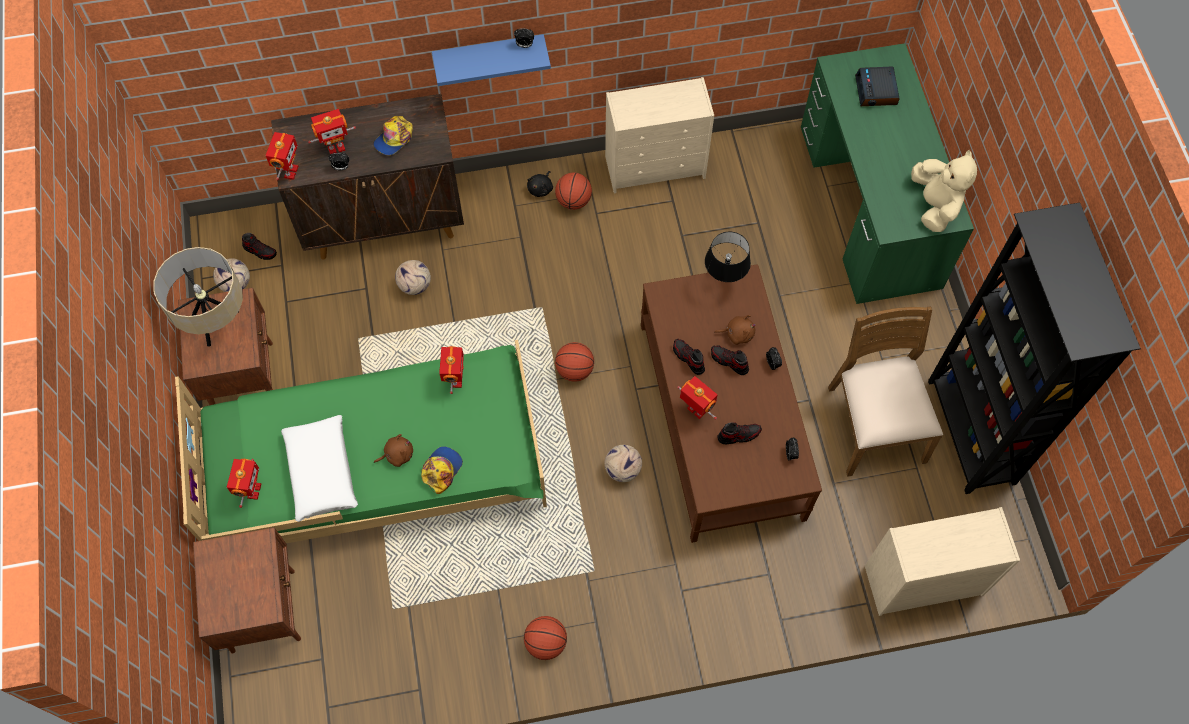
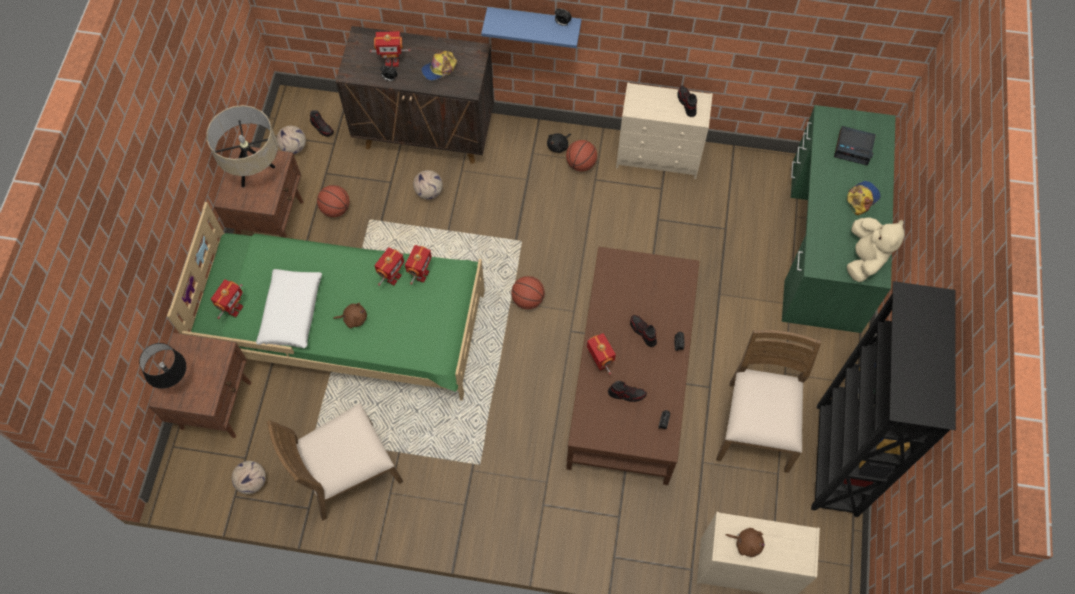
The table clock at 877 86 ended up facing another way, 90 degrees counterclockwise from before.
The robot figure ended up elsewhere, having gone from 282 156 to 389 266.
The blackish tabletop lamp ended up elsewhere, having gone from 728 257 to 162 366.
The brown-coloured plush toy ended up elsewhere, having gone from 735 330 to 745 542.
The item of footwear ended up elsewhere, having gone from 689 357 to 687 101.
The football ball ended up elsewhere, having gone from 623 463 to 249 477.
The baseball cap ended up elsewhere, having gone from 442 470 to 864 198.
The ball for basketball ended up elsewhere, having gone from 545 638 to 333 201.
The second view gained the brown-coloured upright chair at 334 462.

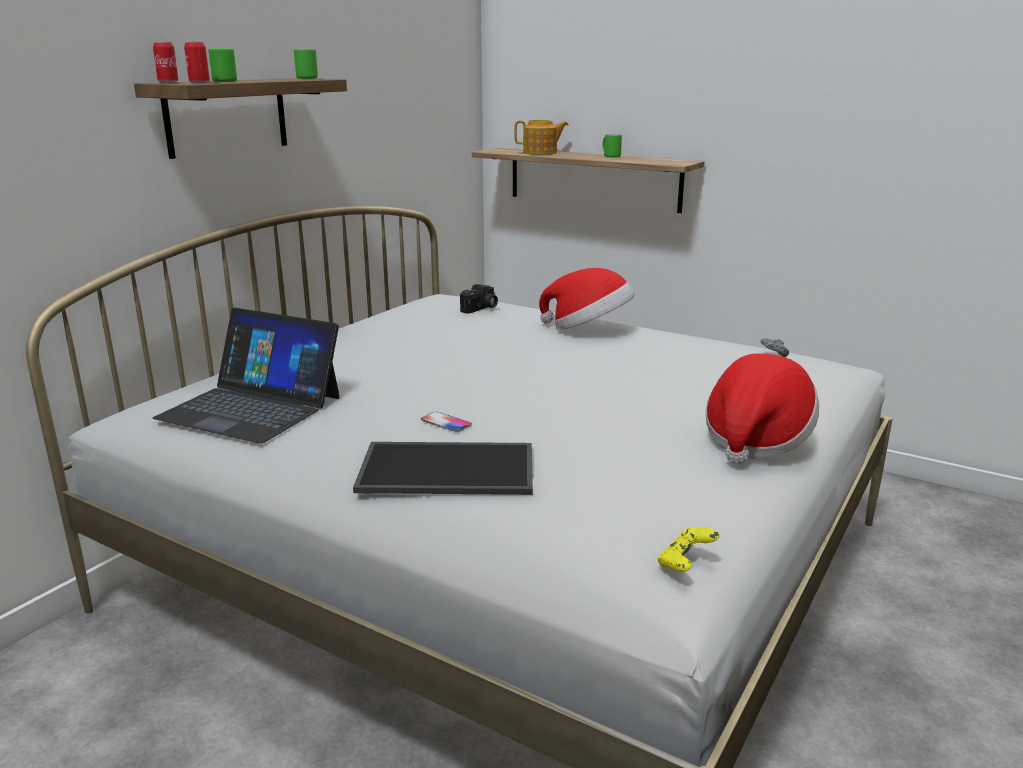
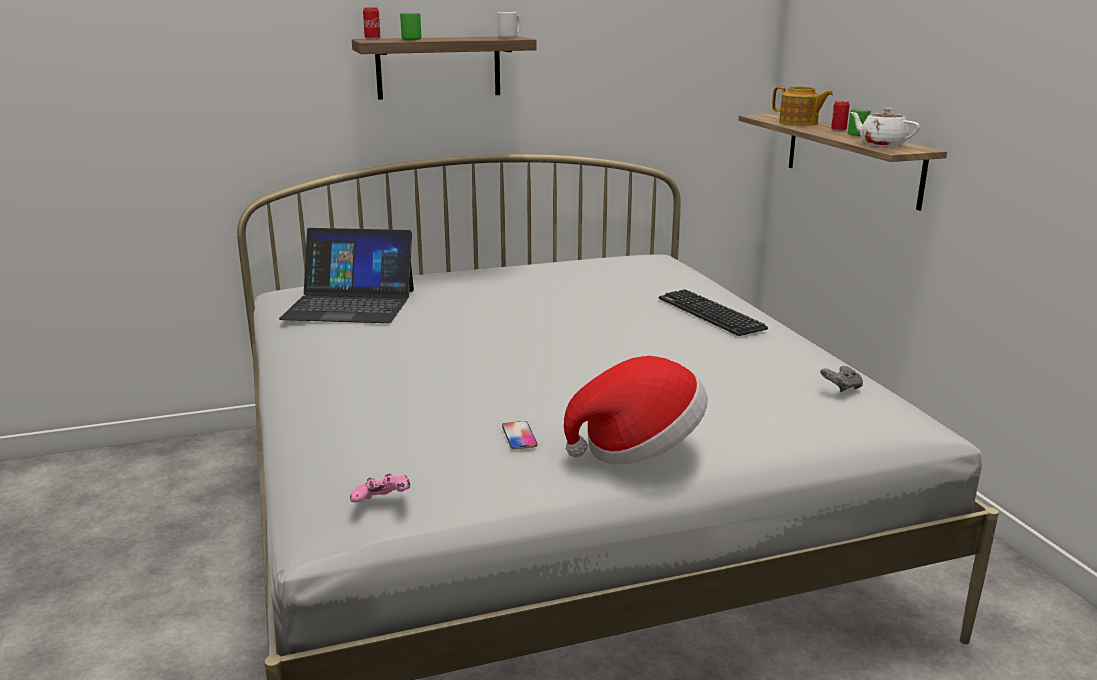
The sealed can ended up elsewhere, having gone from 197 62 to 840 115.
What was the greenish coffee mug at 306 64 turned into the whitish coffee mug at 509 25.
Where the clothing hat stood at 587 299, the PC keyboard came to stand at 713 312.
The second view lost the photo camera at 479 299.
The notebook computer at 246 375 ended up facing another way, 60 degrees counterclockwise from before.
The handset ended up elsewhere, having gone from 446 422 to 519 435.
The second view lost the tray at 443 468.
What was the yellow gamepad at 689 549 turned into the pink-coloured gamepad at 380 488.
The second view gained the whitish teapot at 885 127.

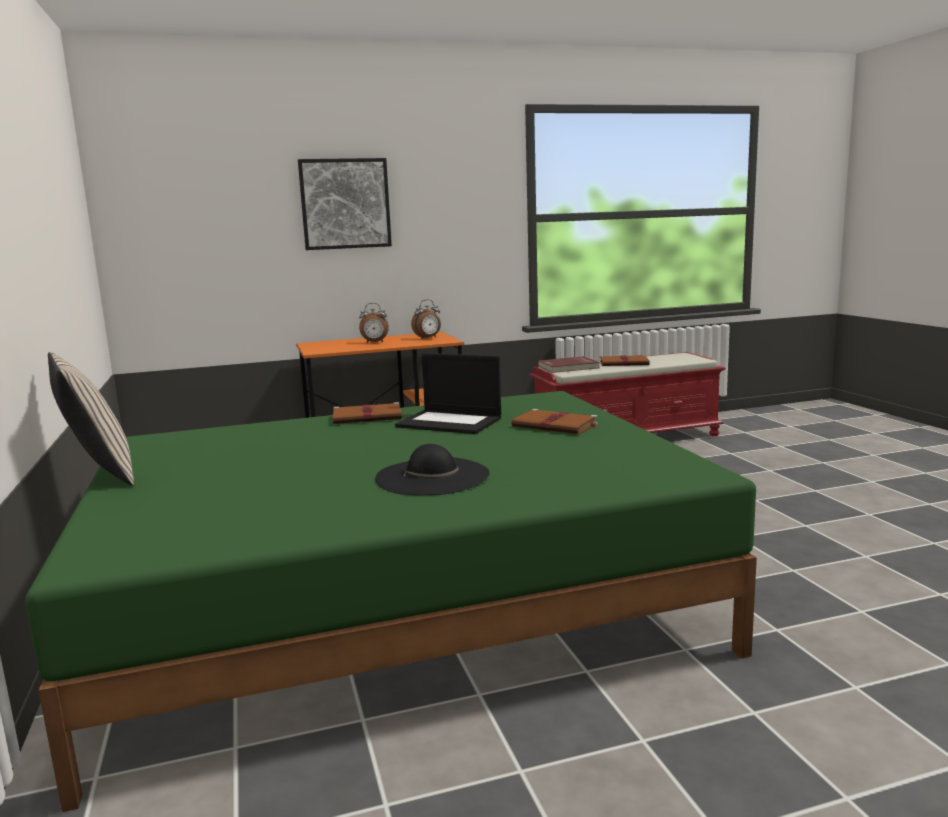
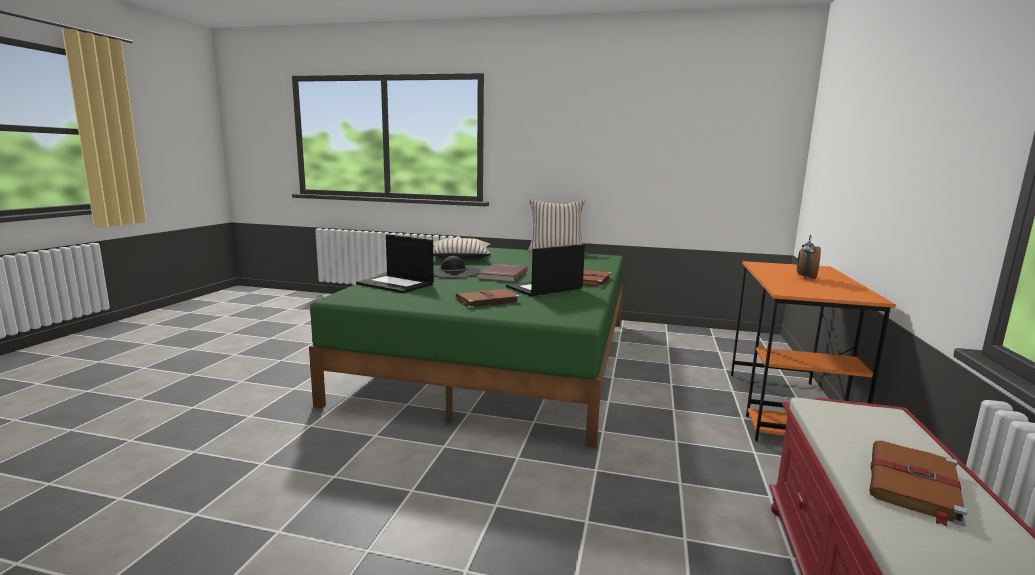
The second view lost the wall picture at 345 204.
The second view lost the table clock at 426 319.
The reddish volume ended up elsewhere, having gone from 569 364 to 502 273.
The second view gained the notebook computer at 395 263.
The second view gained the beige pillow at 462 248.

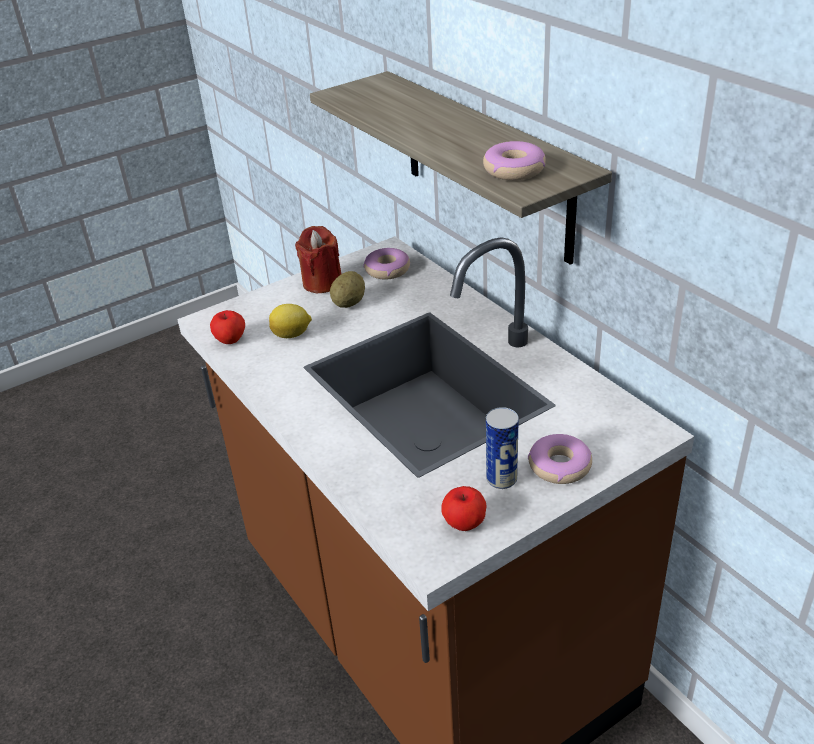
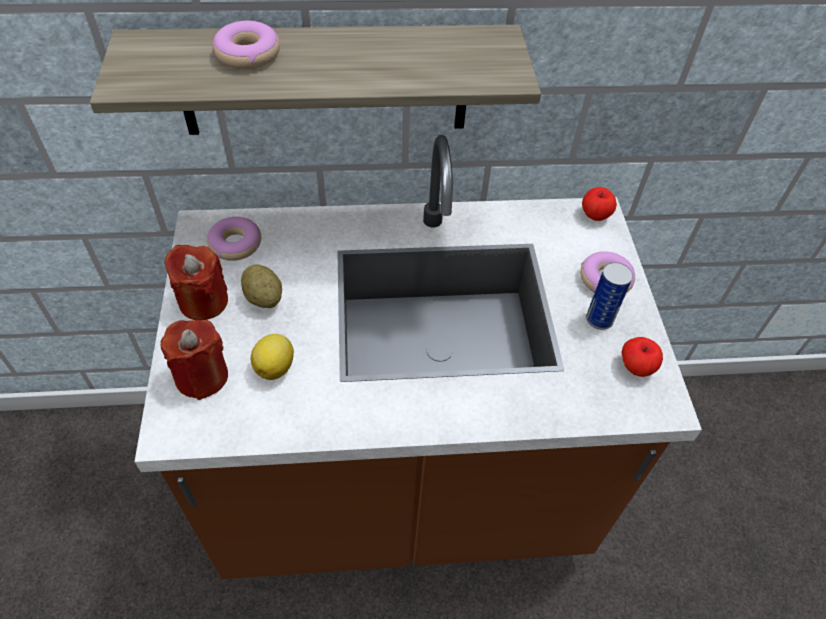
The doughnut ended up elsewhere, having gone from 514 160 to 246 45.
The whole apple ended up elsewhere, having gone from 227 327 to 599 204.
The second view gained the reddish candle at 194 360.

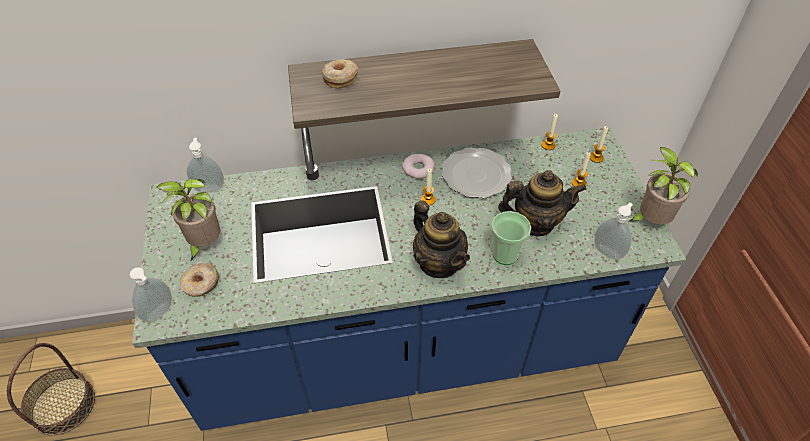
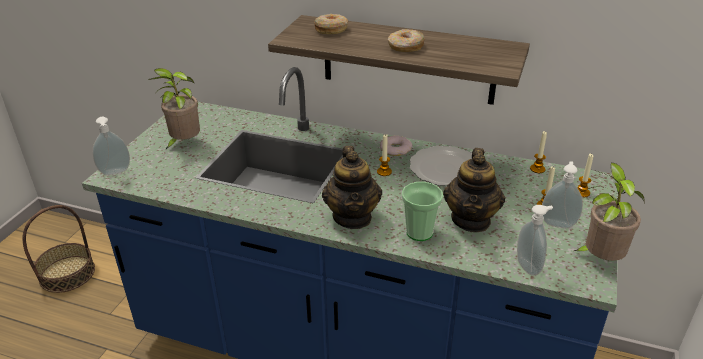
The liquid soap bottle ended up elsewhere, having gone from 205 165 to 562 194.
The teapot at 542 203 ended up facing another way, 75 degrees clockwise from before.
The doughnut ended up elsewhere, having gone from 199 280 to 406 40.

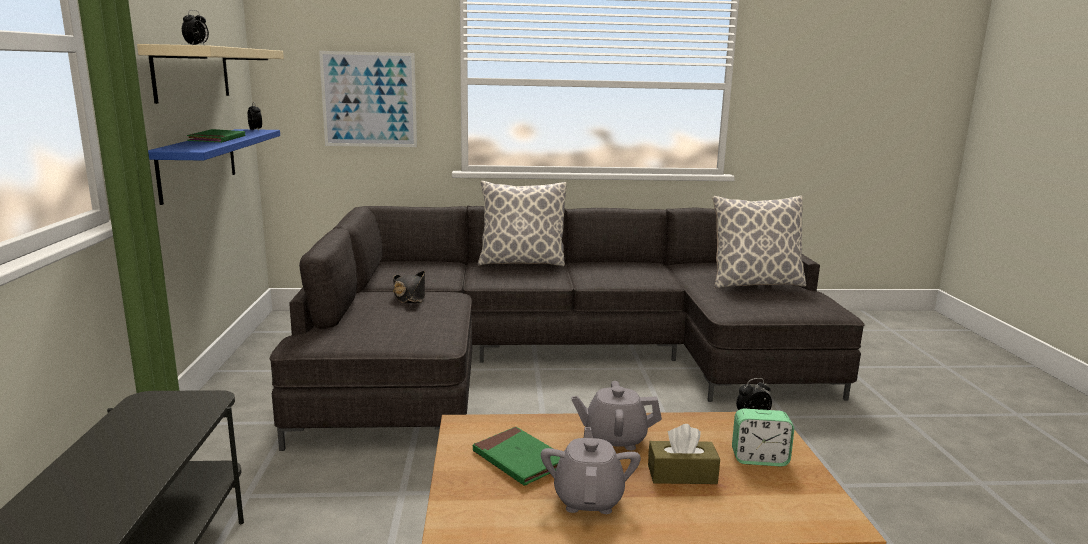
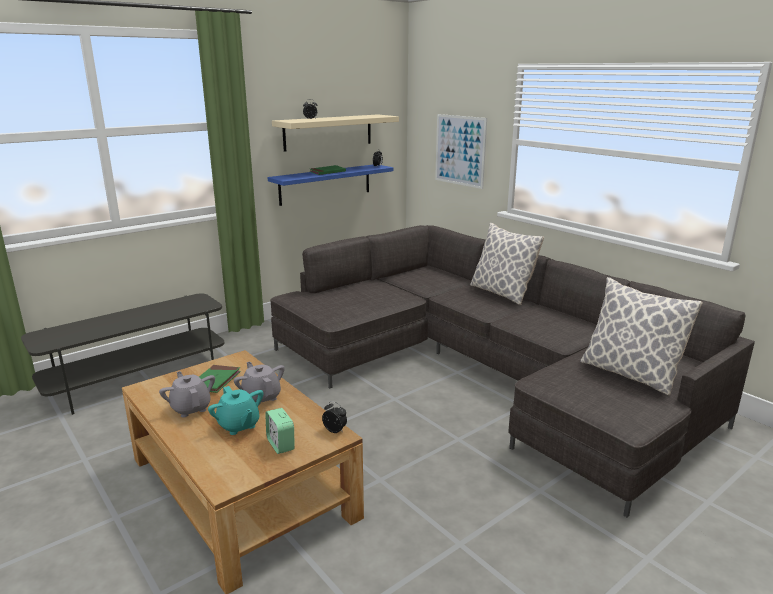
The second view lost the blackish clothing hat at 409 287.
Where the brown-coloured tissue box stood at 684 454, the turquoise teapot came to stand at 235 410.
The gray teapot at 591 470 ended up facing another way, 90 degrees counterclockwise from before.

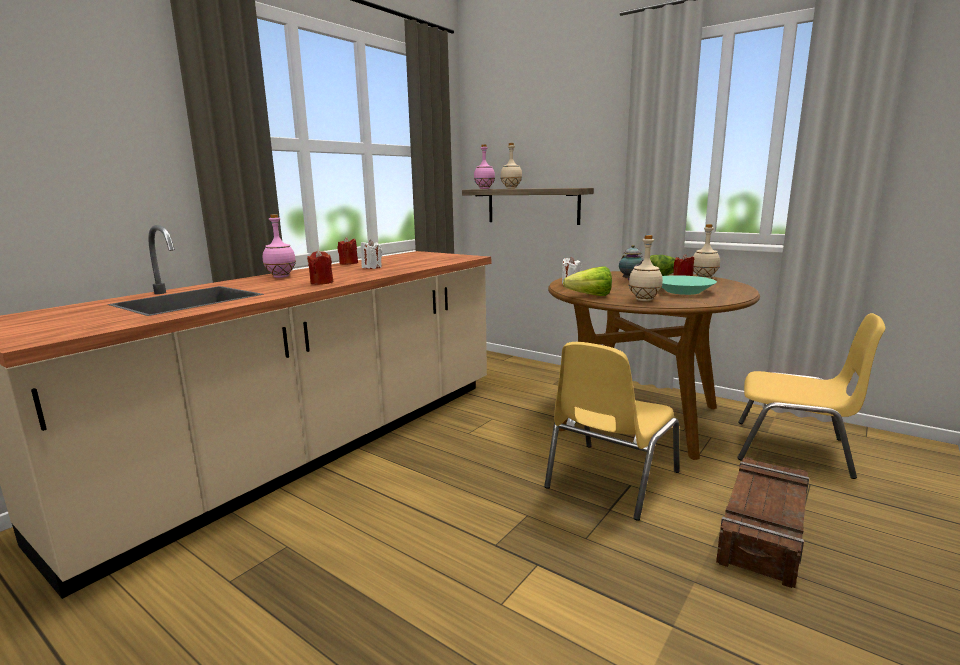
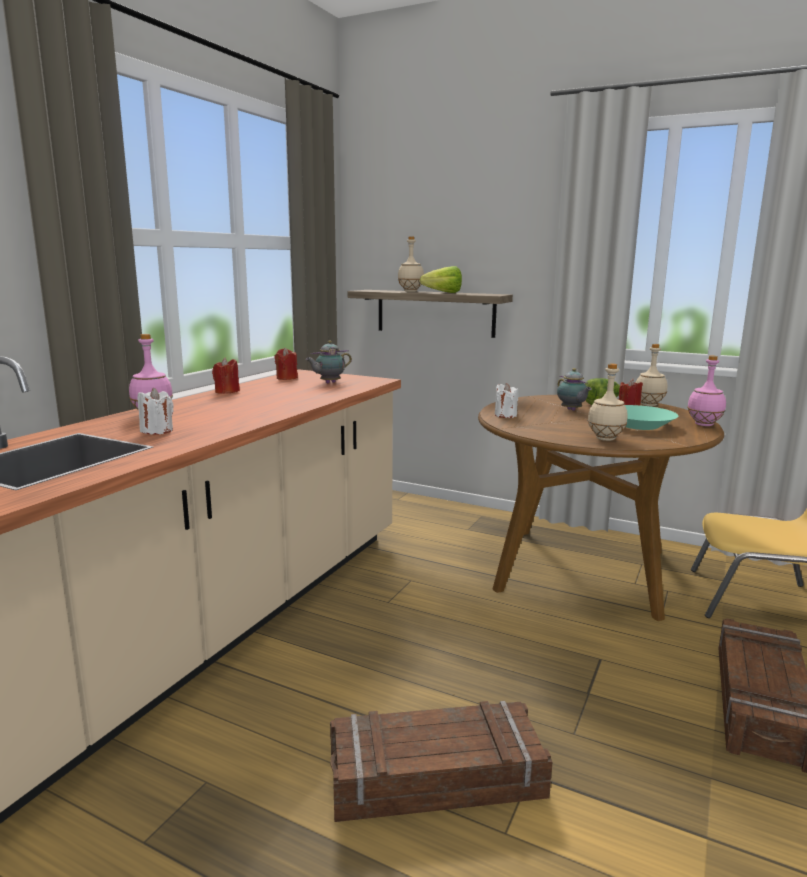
The pink-coloured drink bottle ended up elsewhere, having gone from 484 166 to 706 390.
The whitish candle ended up elsewhere, having gone from 371 254 to 156 411.
The reddish candle ended up elsewhere, having gone from 320 267 to 286 364.
The head of lettuce ended up elsewhere, having gone from 587 281 to 441 279.
The second view lost the yellow upright chair at 612 431.
The second view gained the teapot at 329 361.
The second view gained the packing crate at 441 761.

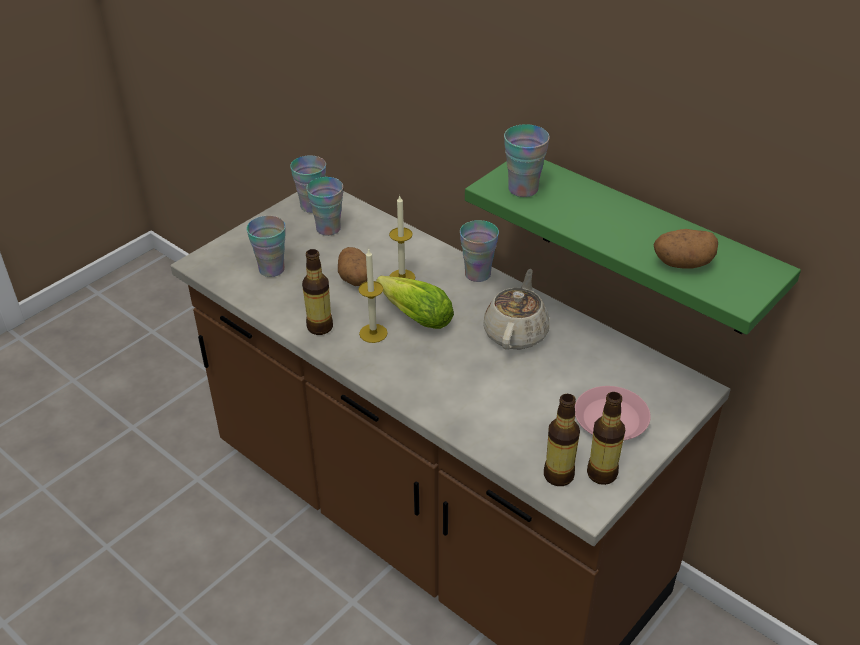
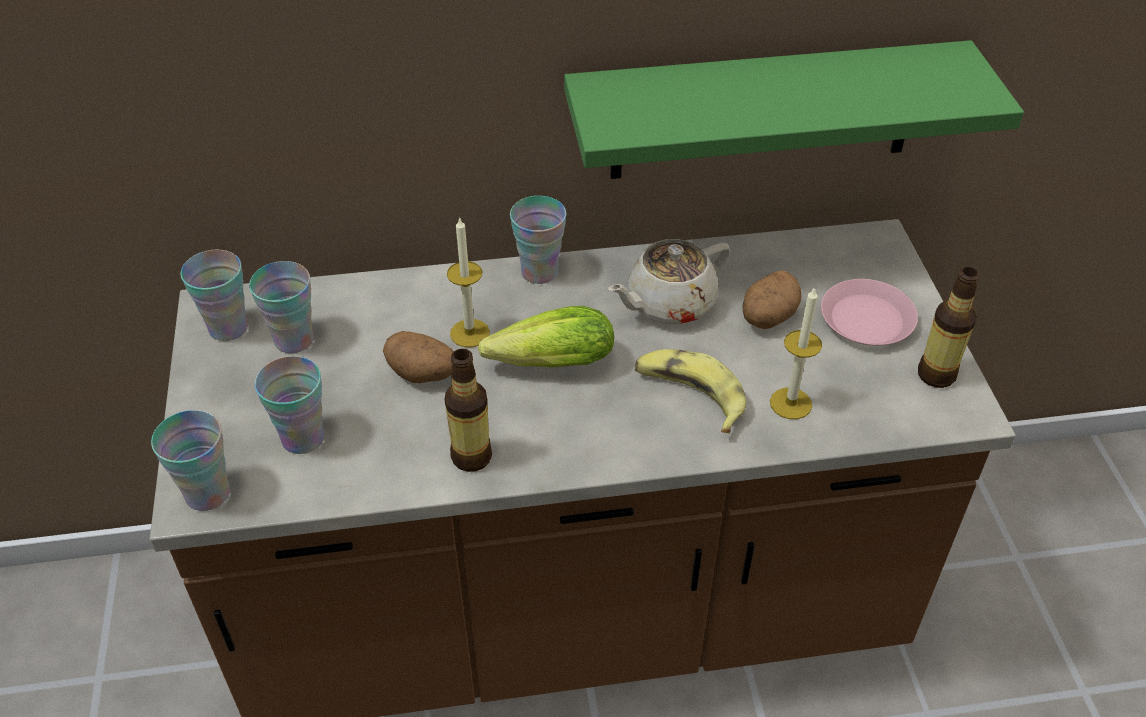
The small cup ended up elsewhere, having gone from 527 160 to 190 460.
The potato ended up elsewhere, having gone from 685 249 to 772 299.
The candle ended up elsewhere, having gone from 373 295 to 796 353.
The beige teapot at 516 309 ended up facing another way, 90 degrees counterclockwise from before.
The second view lost the drink bottle at 562 440.
The second view gained the banana fruit at 690 391.

